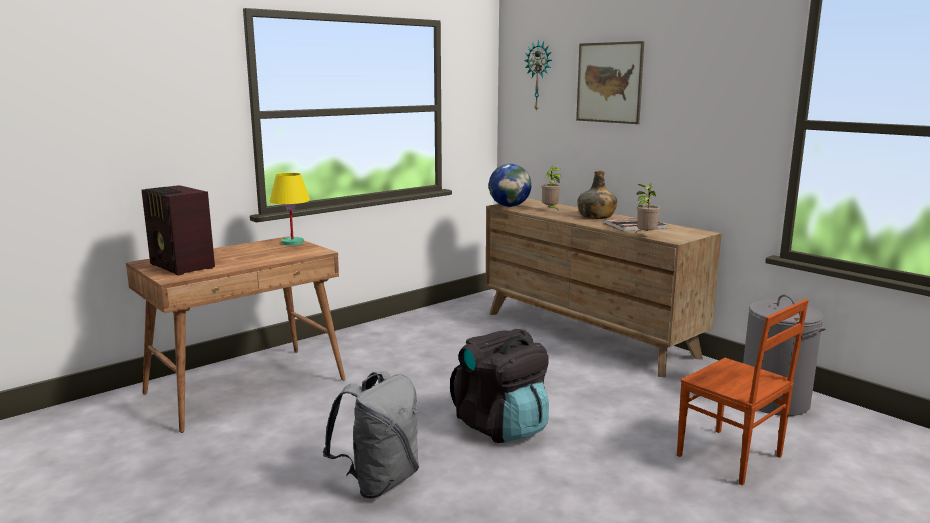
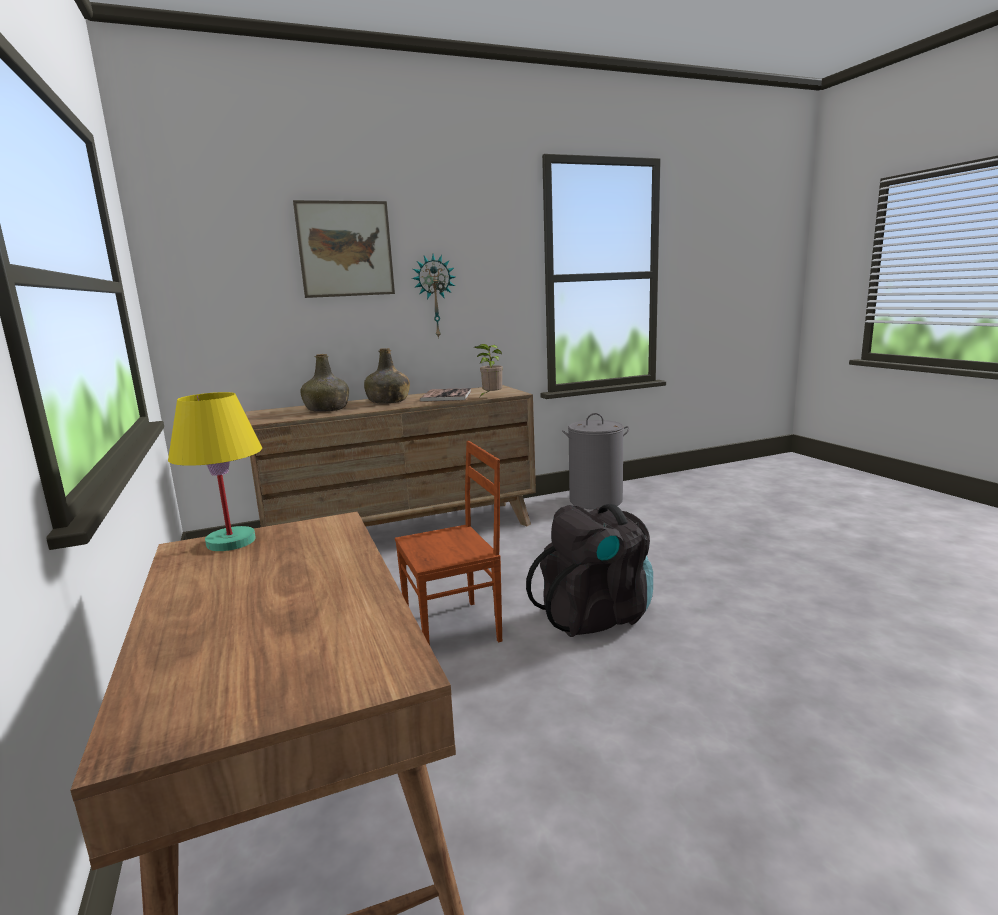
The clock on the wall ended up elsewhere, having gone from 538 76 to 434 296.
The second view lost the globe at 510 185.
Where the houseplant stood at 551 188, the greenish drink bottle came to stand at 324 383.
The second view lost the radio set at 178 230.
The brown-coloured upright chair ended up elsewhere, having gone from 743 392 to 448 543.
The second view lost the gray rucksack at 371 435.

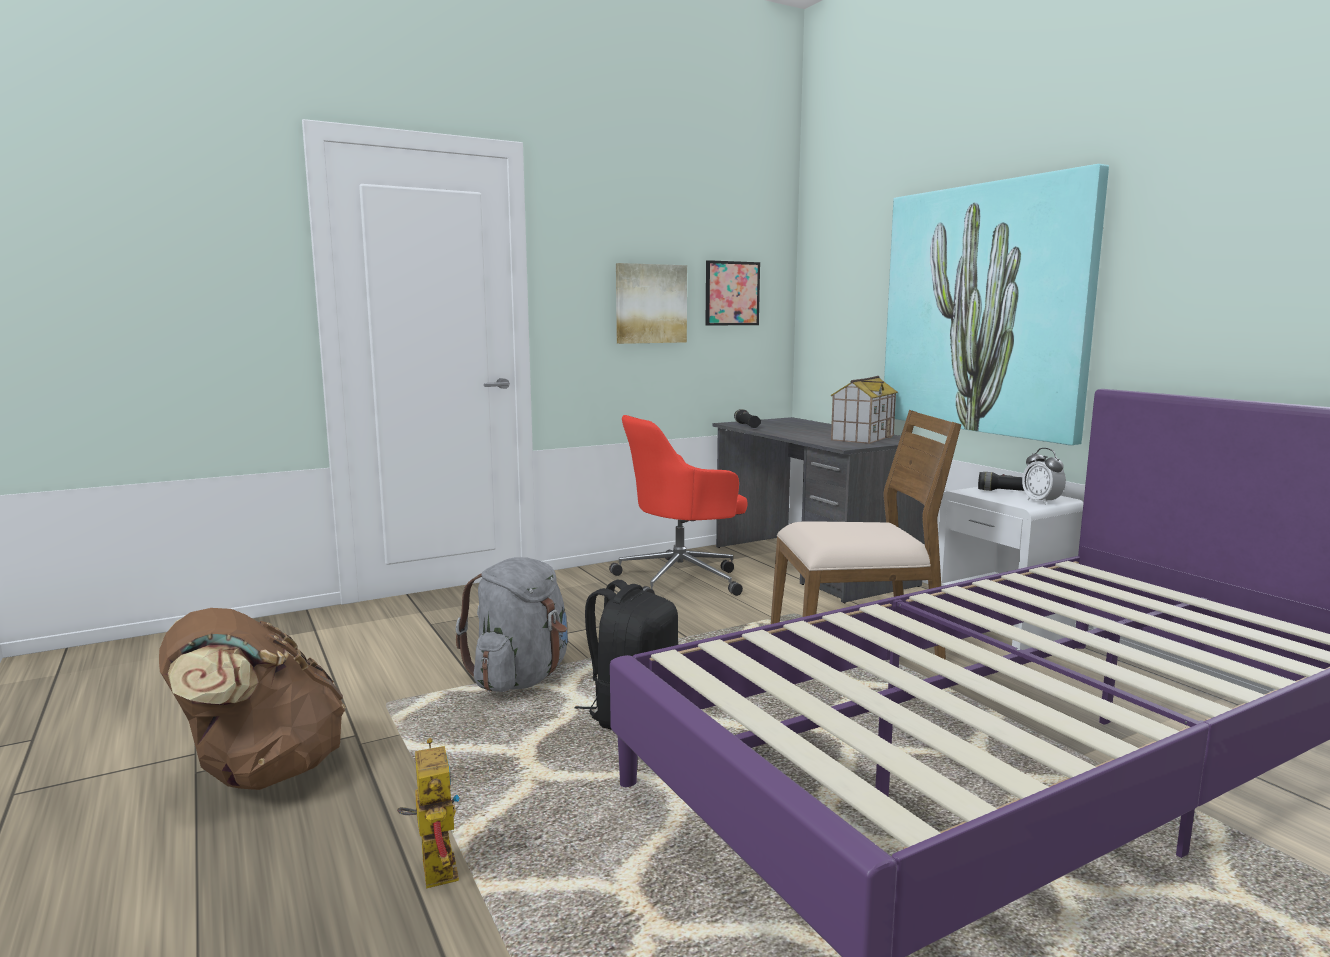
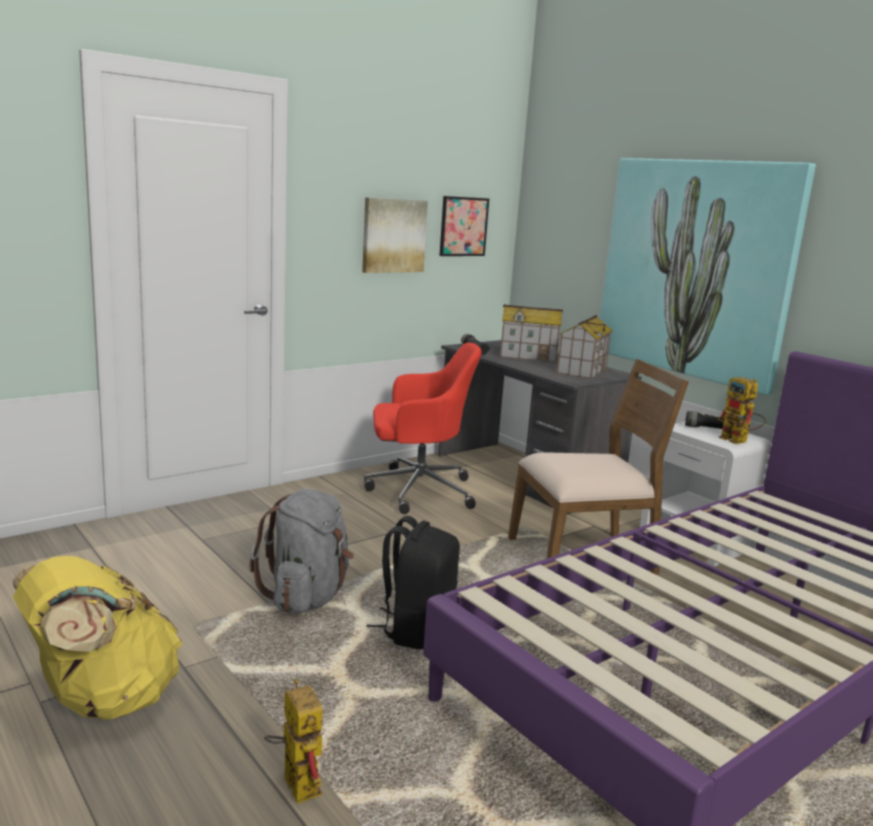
The reddish desk chair at 678 505 ended up facing another way, 150 degrees counterclockwise from before.
Where the table clock stood at 1044 476, the robot figure came to stand at 742 410.
What was the brown-coloured rucksack at 252 699 turned into the yellow rucksack at 97 638.
The second view gained the miniature house at 531 333.

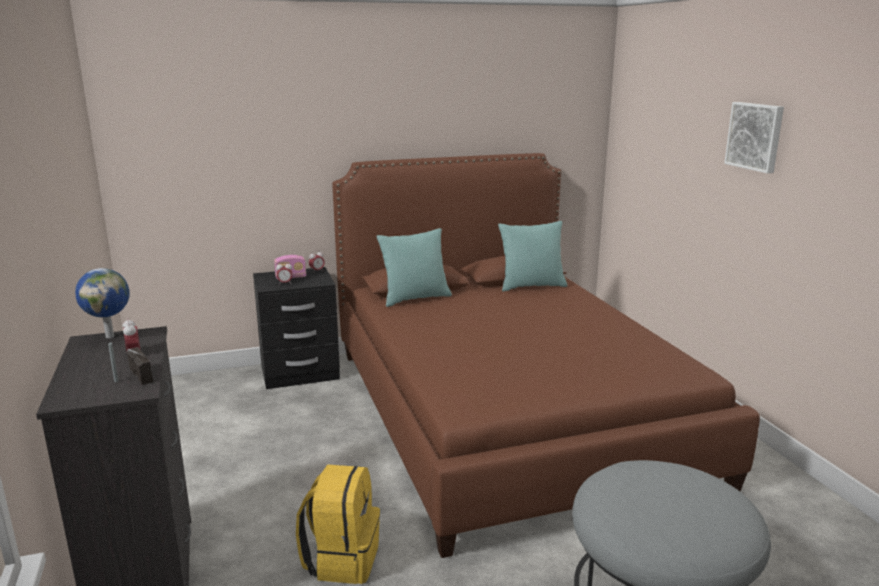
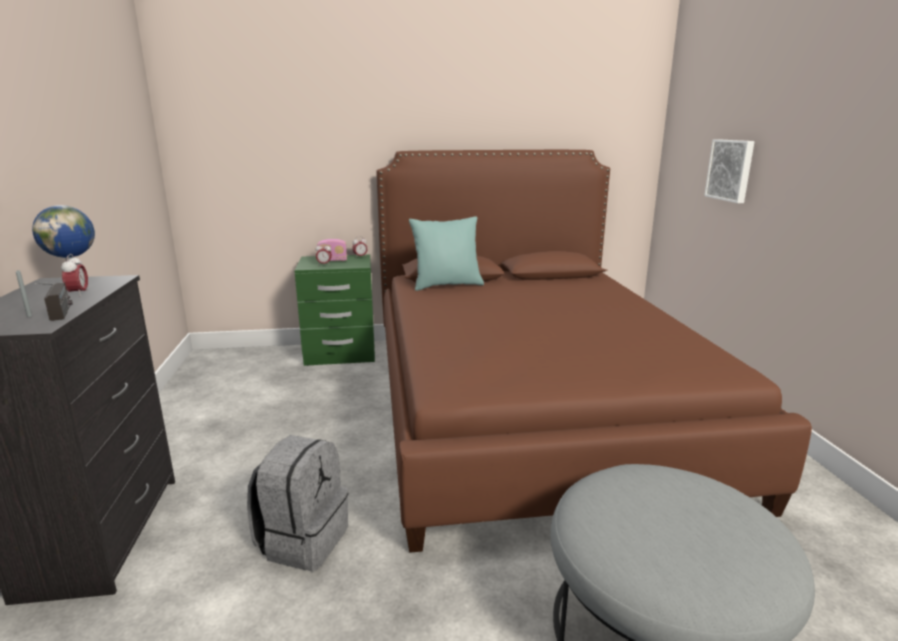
The wall picture ended up elsewhere, having gone from 754 137 to 729 171.
The second view lost the turquoise pillow at 532 256.
What was the blackish night table at 296 328 turned into the greenish night table at 334 310.
What was the yellow rucksack at 338 524 turned into the gray rucksack at 297 503.

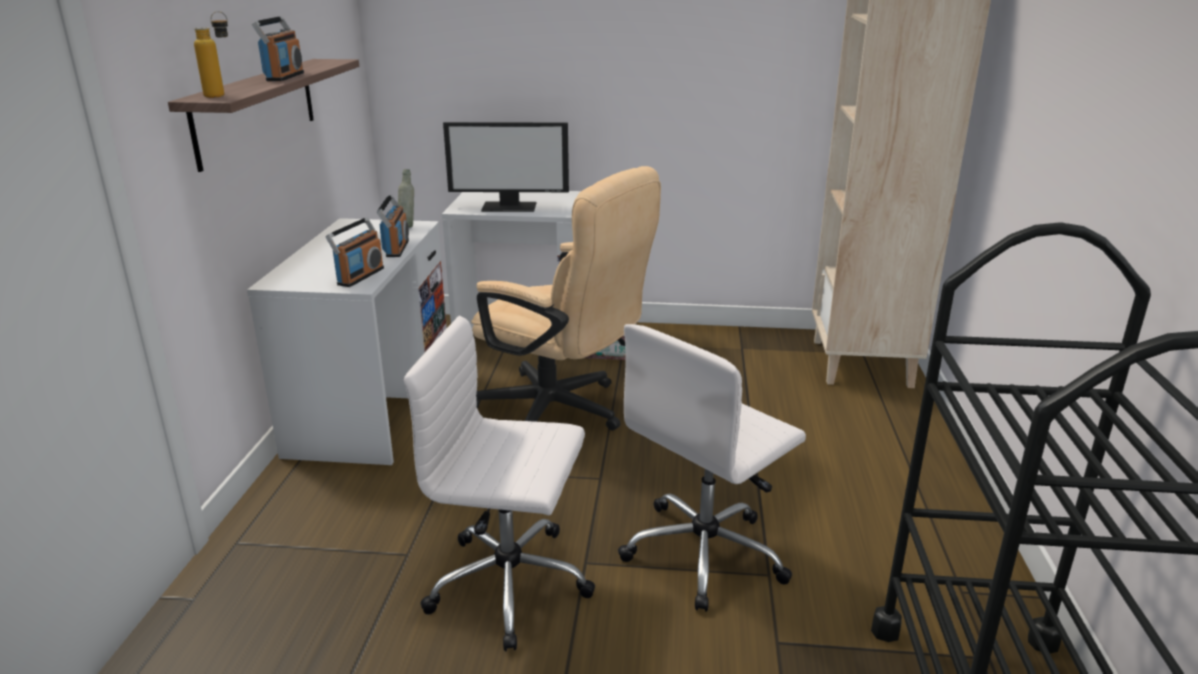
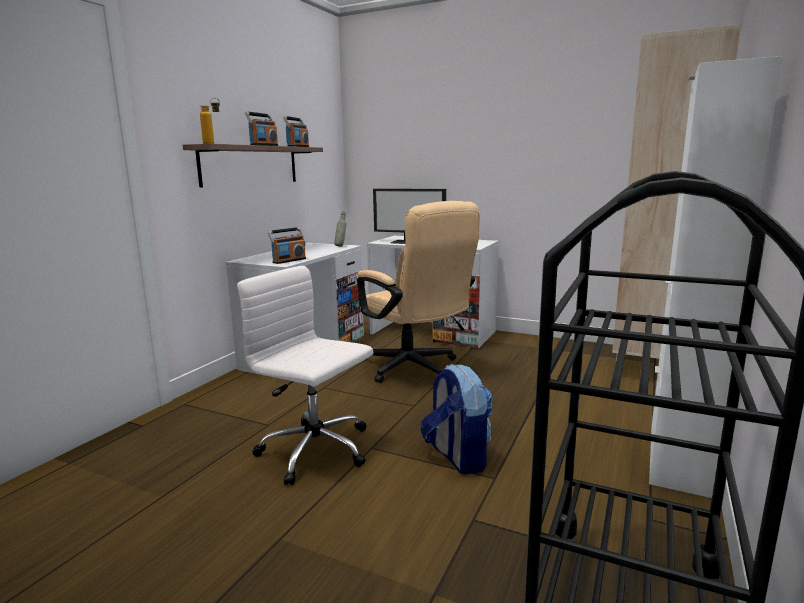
The radio set ended up elsewhere, having gone from 393 226 to 296 131.
Where the whitish desk chair stood at 712 468, the rucksack came to stand at 457 419.
The second view gained the whitish cabinet at 716 277.

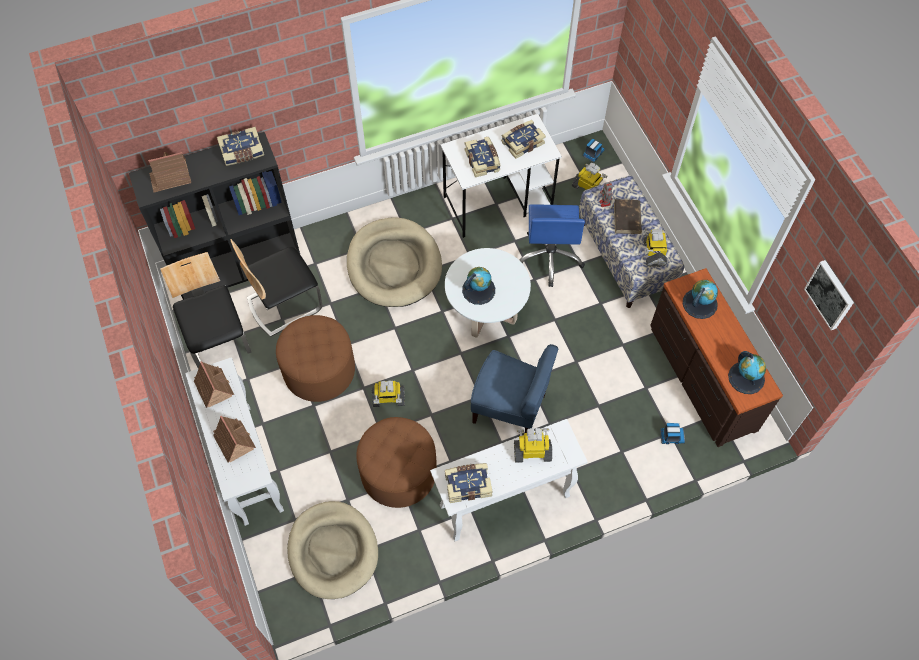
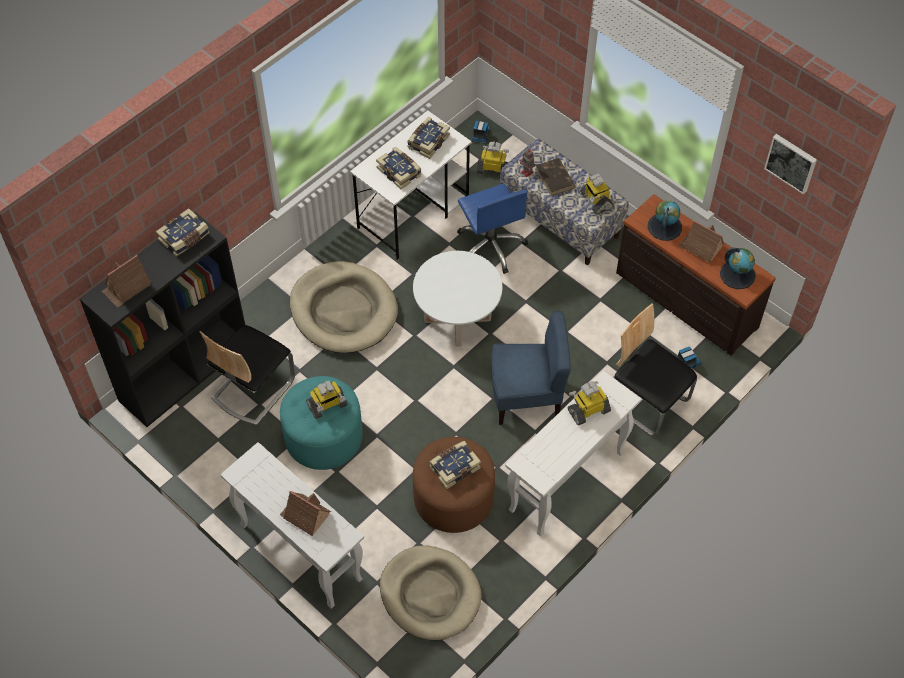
The upright chair ended up elsewhere, having gone from 205 310 to 655 369.
The second view lost the globe at 478 286.
What was the brown-coloured ottoman at 315 358 turned into the turquoise ottoman at 321 423.
The miniature house ended up elsewhere, having gone from 214 384 to 701 241.
The robot figure ended up elsewhere, having gone from 388 393 to 326 399.
The volume ended up elsewhere, having gone from 469 483 to 455 465.

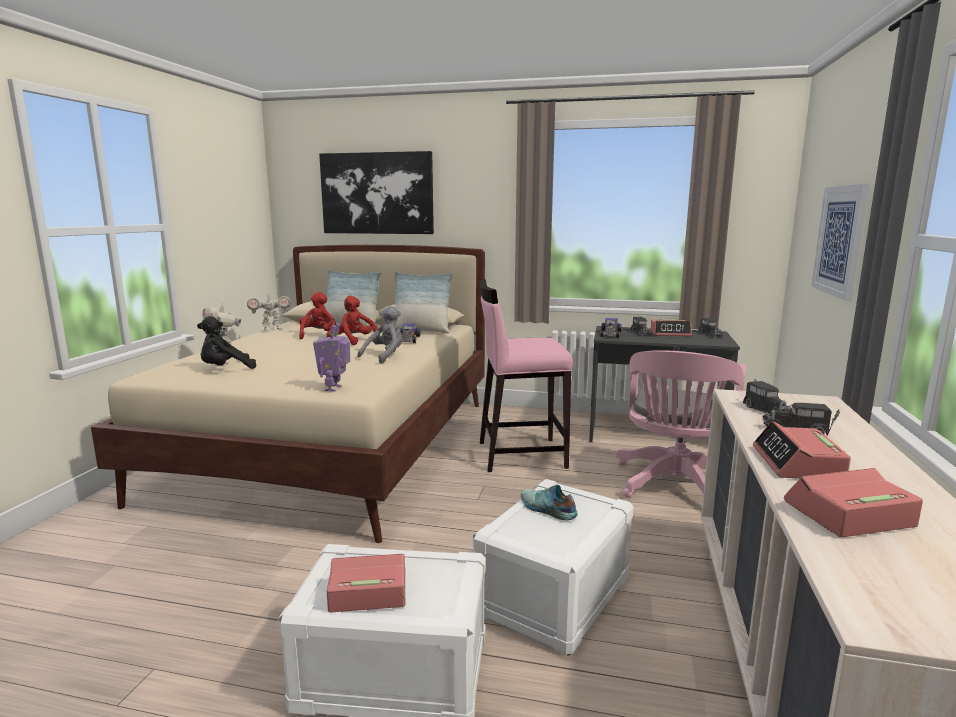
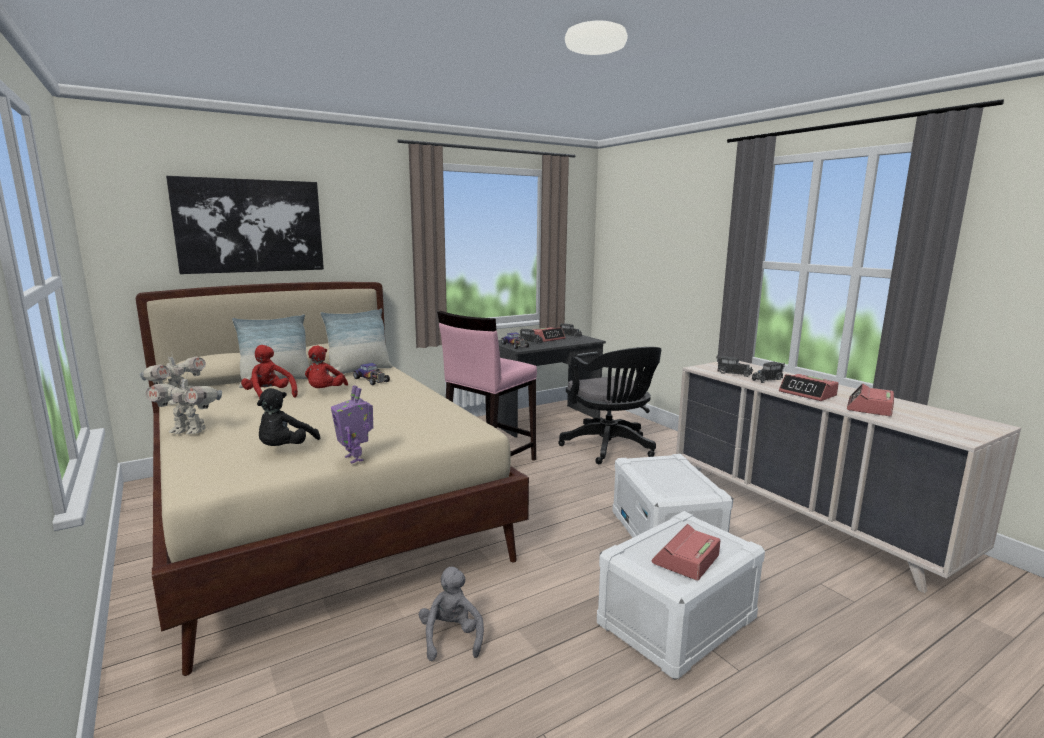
The second view lost the wall picture at 840 242.
The reddish plush toy at 358 320 ended up facing another way, 90 degrees counterclockwise from before.
The gray plush toy ended up elsewhere, having gone from 380 335 to 451 614.
The robot figure ended up elsewhere, having gone from 331 357 to 352 424.
What was the pink-coloured desk chair at 681 424 turned into the blackish desk chair at 609 405.
The second view lost the item of footwear at 549 502.

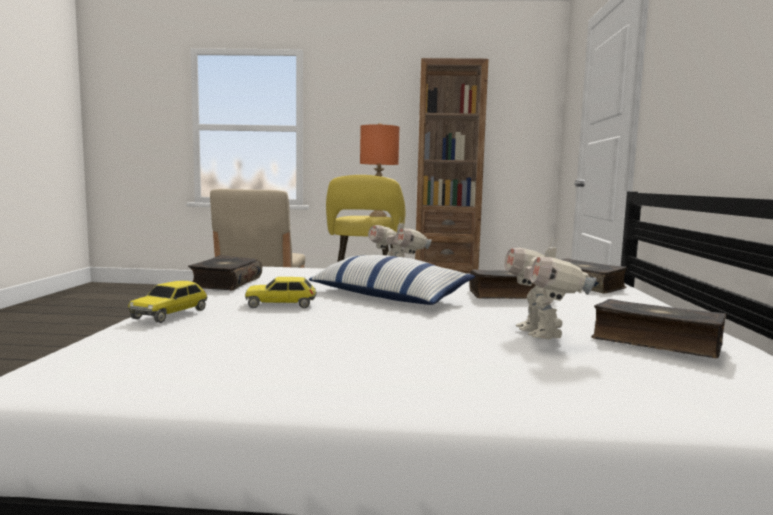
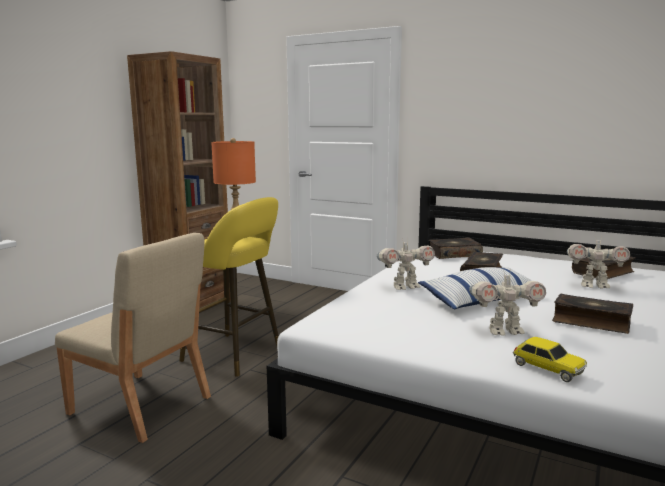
The volume ended up elsewhere, having gone from 225 272 to 592 314.
Where the miniature car stood at 281 292, the robot figure came to stand at 507 302.

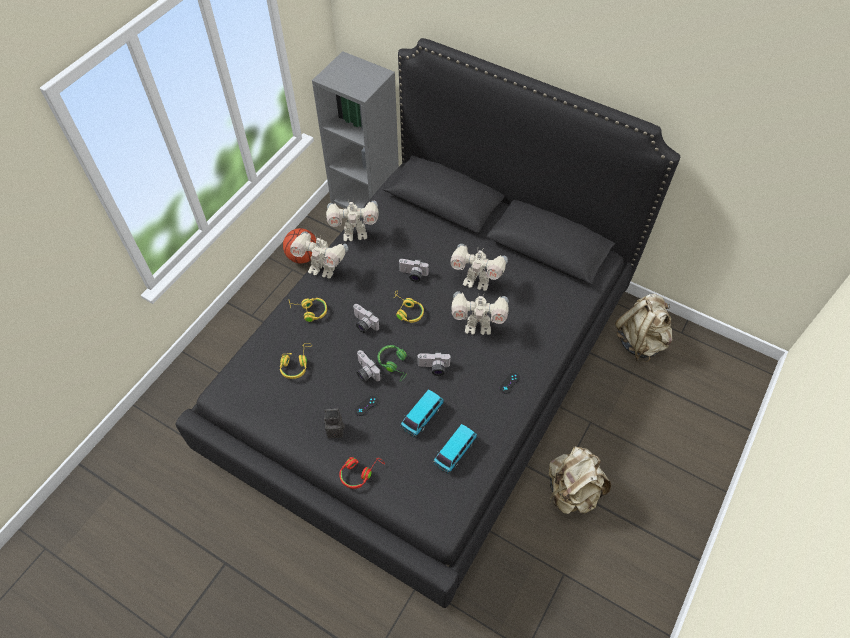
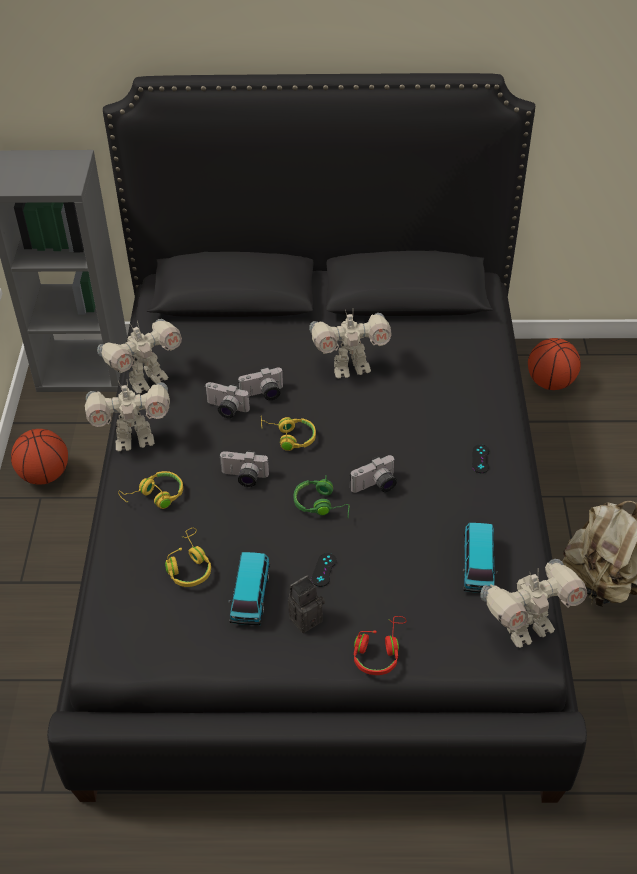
The robot figure ended up elsewhere, having gone from 480 313 to 533 603.
Where the beige rucksack stood at 643 328, the ball for basketball came to stand at 554 364.
The photo camera ended up elsewhere, having gone from 369 366 to 227 400.
The miniature car ended up elsewhere, having gone from 422 413 to 249 588.

